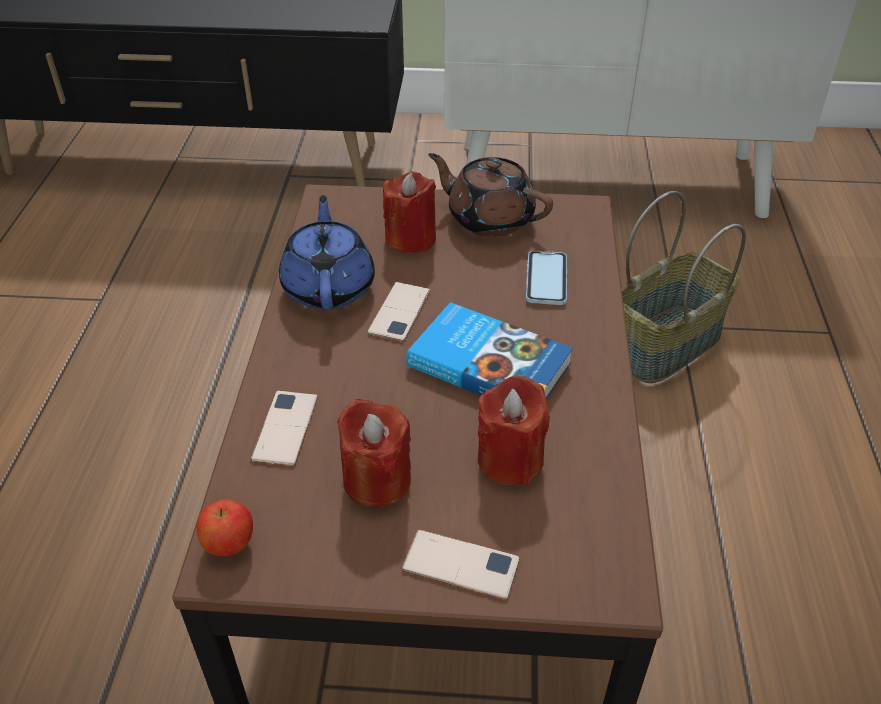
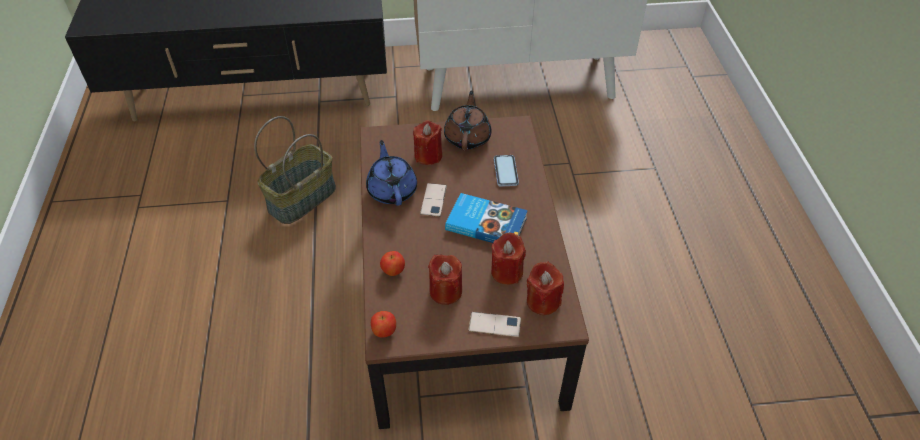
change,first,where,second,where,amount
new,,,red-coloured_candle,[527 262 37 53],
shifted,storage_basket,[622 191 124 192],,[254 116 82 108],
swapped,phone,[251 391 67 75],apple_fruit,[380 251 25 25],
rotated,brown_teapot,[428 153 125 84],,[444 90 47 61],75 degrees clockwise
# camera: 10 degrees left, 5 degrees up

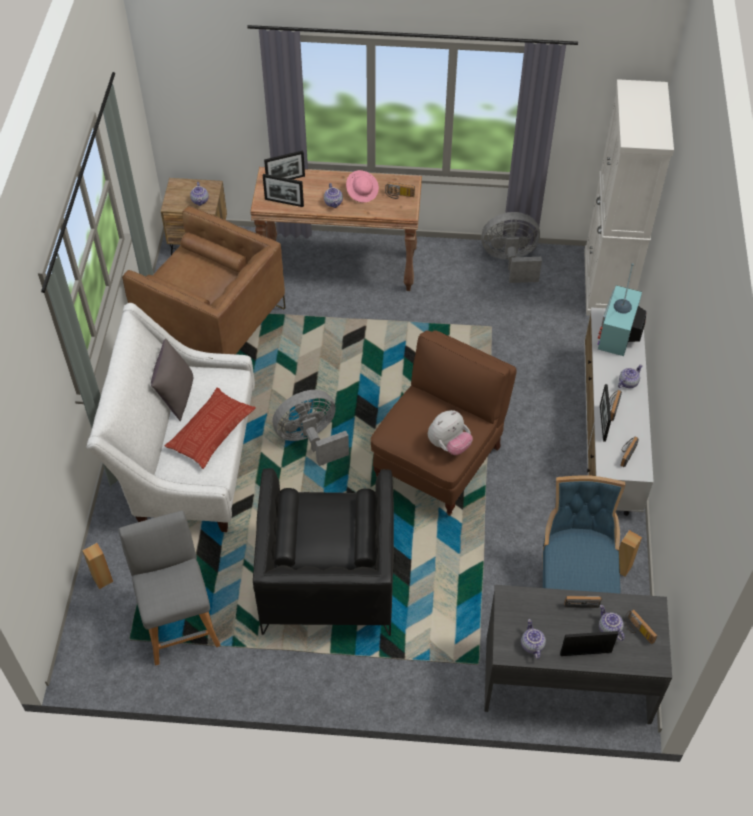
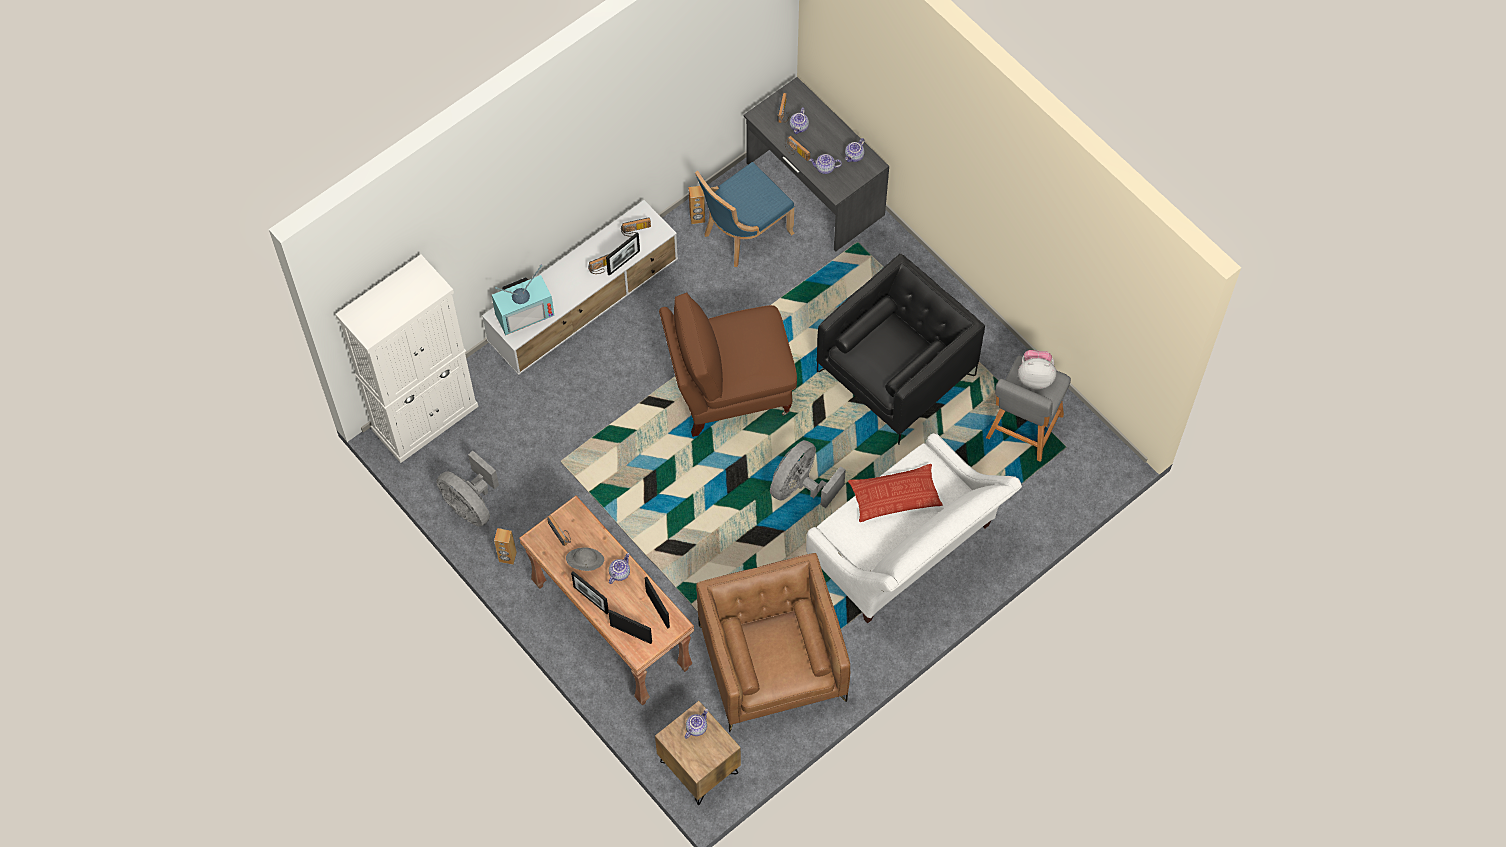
change,first,where,second,where,amount
gone,gray_pillow,[151 339 42 82],,,
shifted,brown_speaker,[82 543 31 46],,[494 528 23 37],
shifted,cuddly_toy,[428 410 45 45],,[1018 350 38 39],
shifted,standing_frame,[560 631 58 25],,[571 571 38 43],
shifted,teapot,[618 364 25 24],,[809 154 33 20],
repainted,pink_hat,[346 170 33 32],gray_hat,[566 547 38 24],
rotated,gray_cooling_fan,[273 390 76 76],,[770 440 76 68],105 degrees clockwise
# camera: 135 degrees left, 10 degrees up

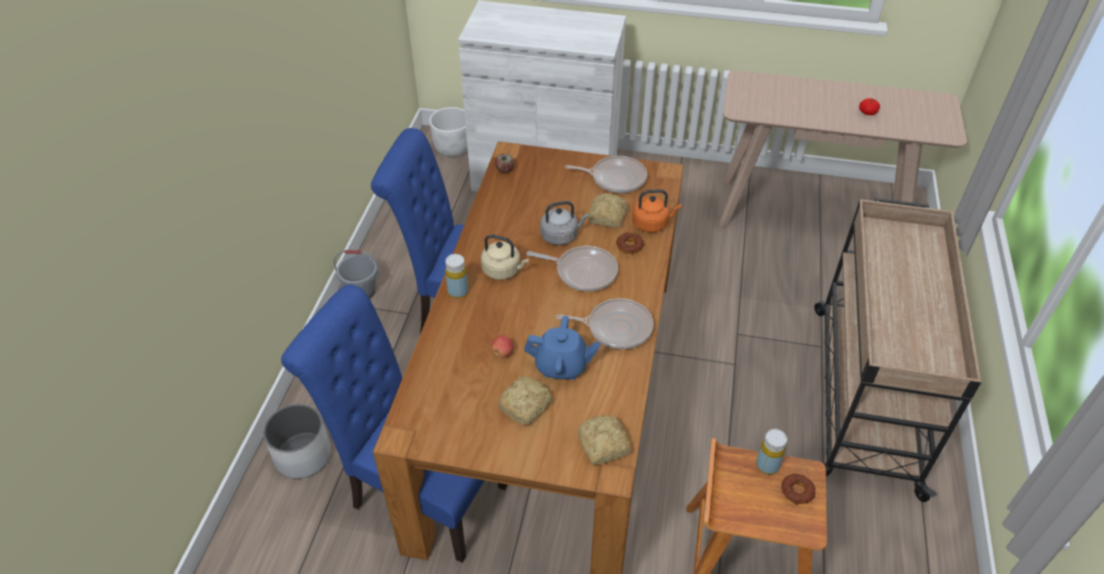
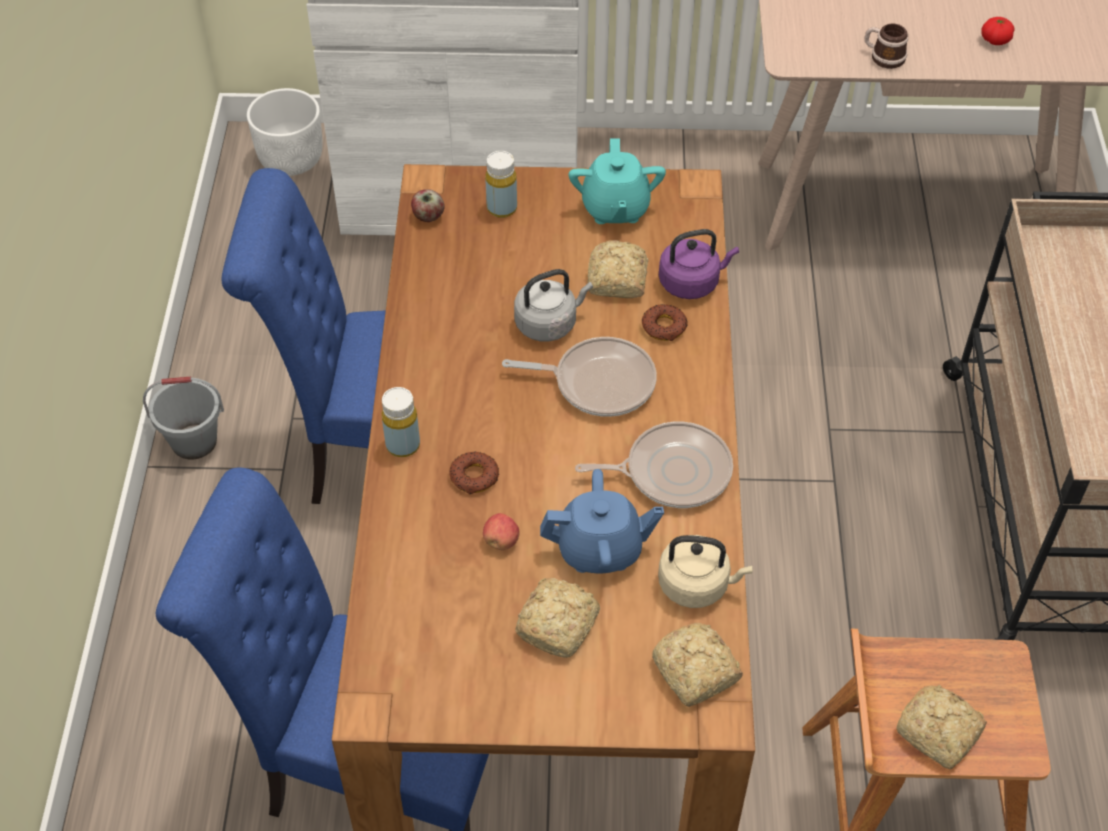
change,first,where,second,where,amount
gone,white_planter,[263 404 68 75],,,
new,,,mug,[865 24 43 45],
new,,,bread,[896 685 91 84],
shifted,beige-coloured_tea_kettle,[481 235 48 45],,[658 535 94 73],
shifted,yellow_beverage_bottle,[756 429 31 46],,[485 151 32 67],
shifted,donut,[781 474 34 31],,[449 451 50 43],
swapped,pan,[565 156 82 37],blue-green_teapot,[568 138 98 86],
repainted,orange-coloured_tea_kettle,[632 189 50 43],purple_tea_kettle,[659 229 80 70],
# camera: 10 degrees left, 5 degrees up

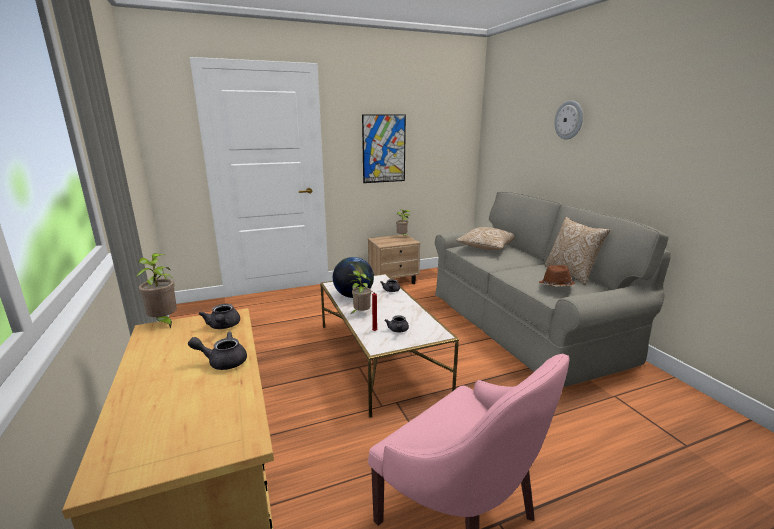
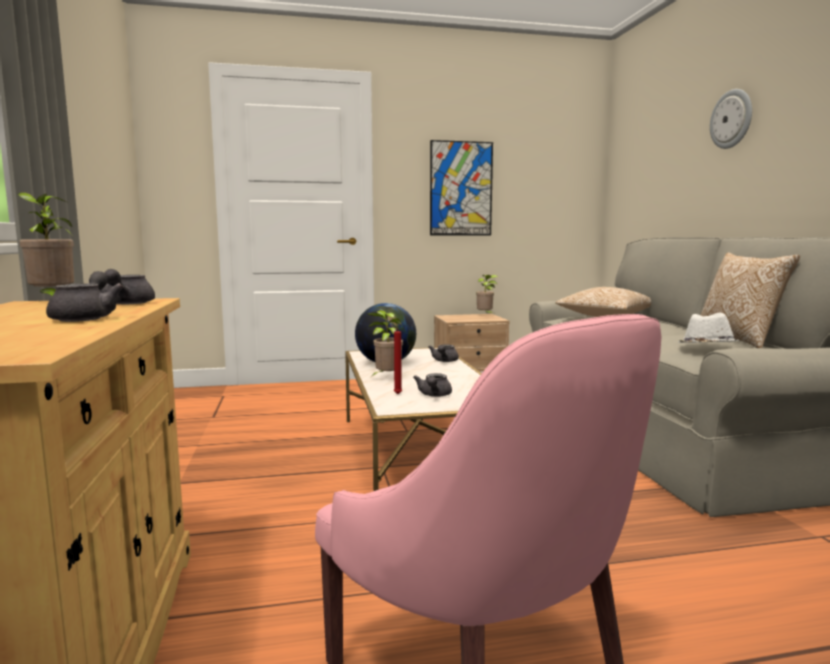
change,first,where,second,where,amount
repainted,brown_hat,[539 265 36 22],white_hat,[678 313 61 30],
rotated,gray_teapot,[188 331 59 39],,[46 271 78 51],75 degrees clockwise
# camera: 10 degrees right, 10 degrees down

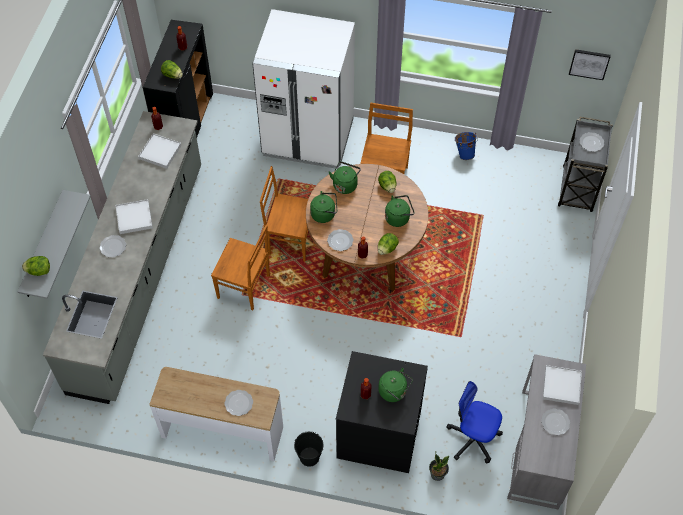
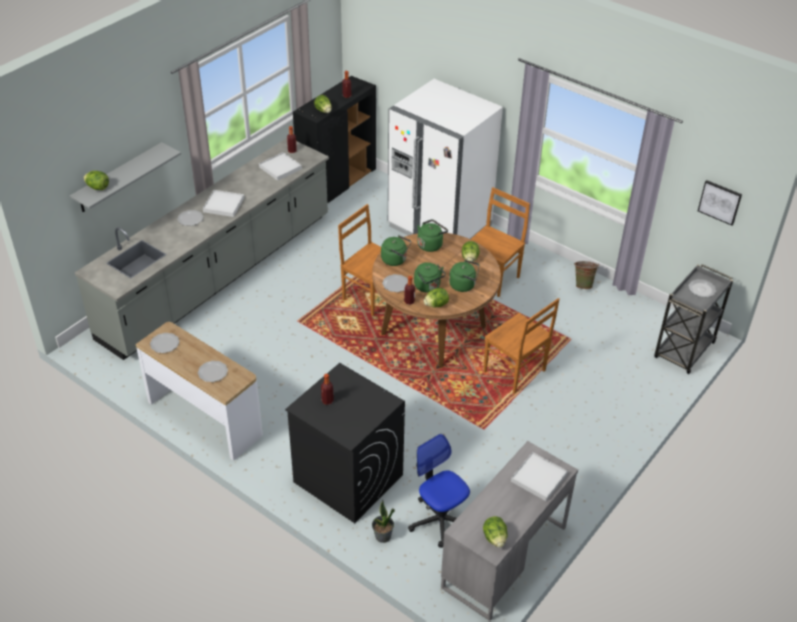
change,first,where,second,where,amount
gone,black_pail,[294 431 29 36],,,
new,,,lettuce_head,[483 516 25 32],
shifted,brown_chair,[211 224 59 86],,[483 298 77 96],
shifted,greenish_tea_kettle,[378 368 35 34],,[414 262 32 31],
shifted,flat_dish,[541 408 29 27],,[150 333 29 20],
repainted,blue-coloured_pail,[455 132 23 28],greenish_pail,[574 261 25 28],
# camera: 25 degrees right, 15 degrees down

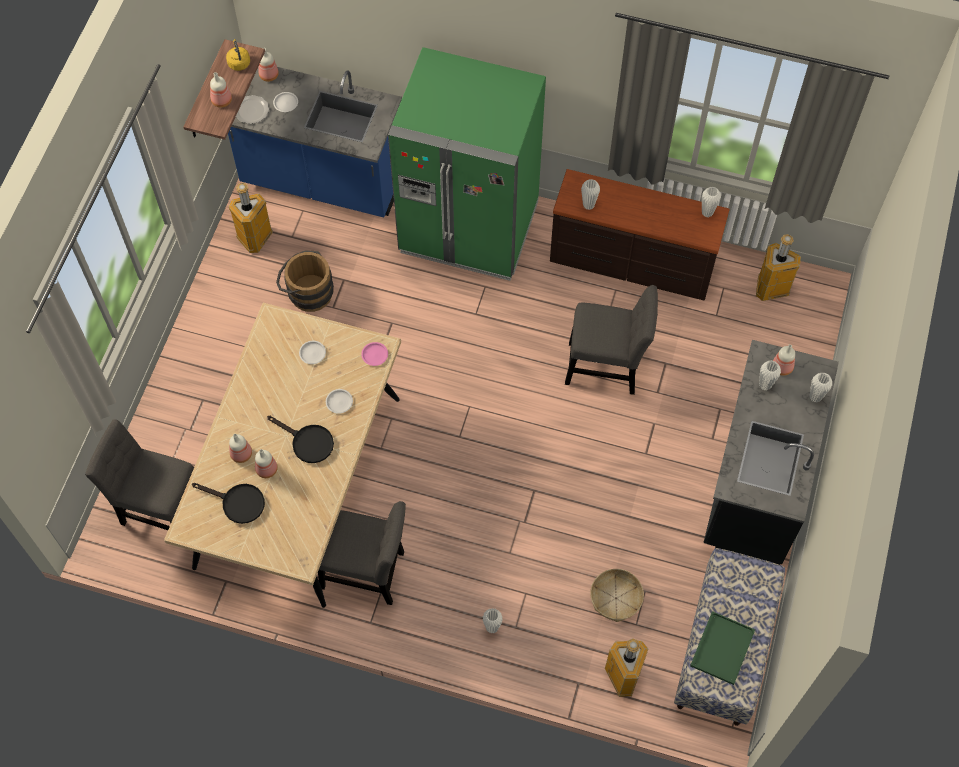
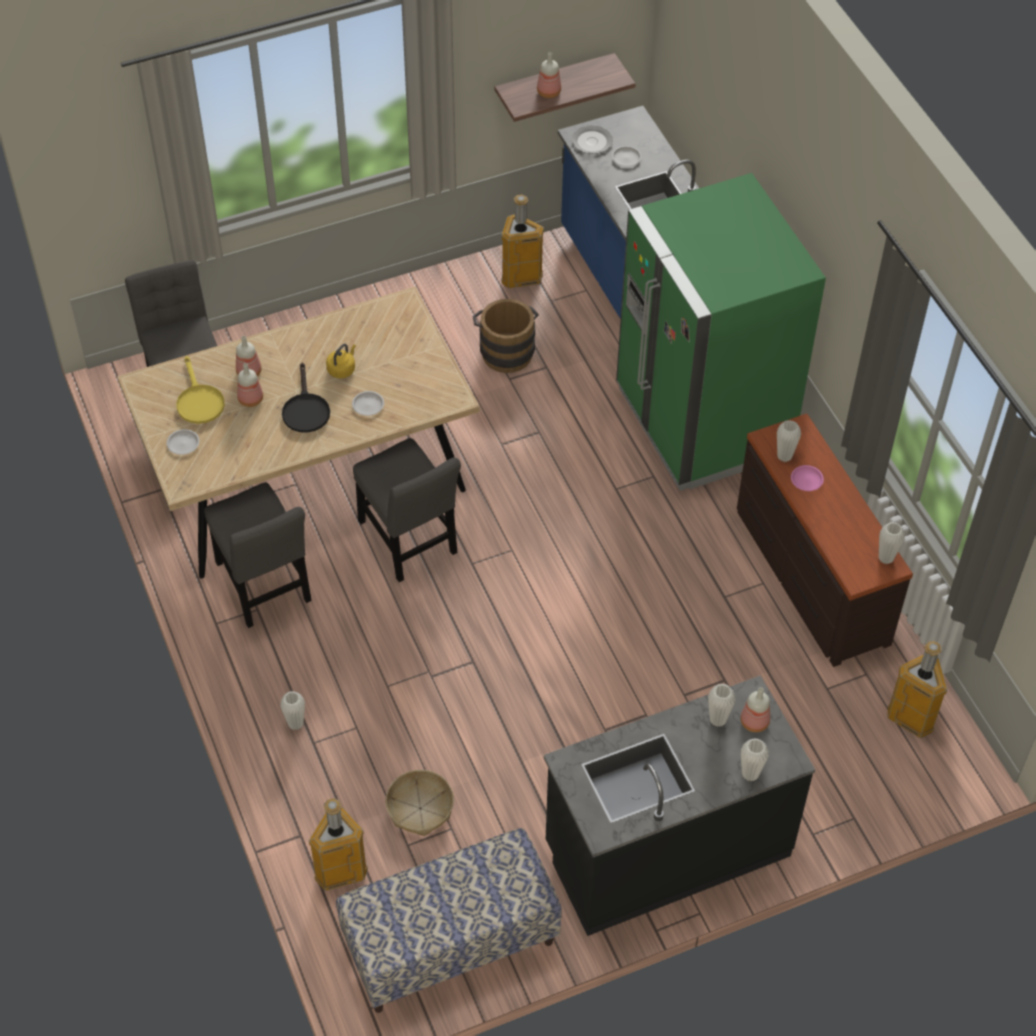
change,first,where,second,where,amount
gone,beverage_bottle,[258 48 21 34],,,
gone,greenish_tray,[690 611 65 74],,,
shifted,yellow_tea_kettle,[226 39 24 32],,[326 344 30 35],
shifted,white_flat_dish,[299 341 27 23],,[167 429 33 26],
shifted,pink_flat_dish,[361 342 27 24],,[791 465 33 26],
shifted,gray_chair,[565 285 93 110],,[353 438 108 144],
repainted,black_pan,[192 483 73 41],yellow_pan,[176 356 49 68],
# camera: 50 degrees right, 10 degrees down

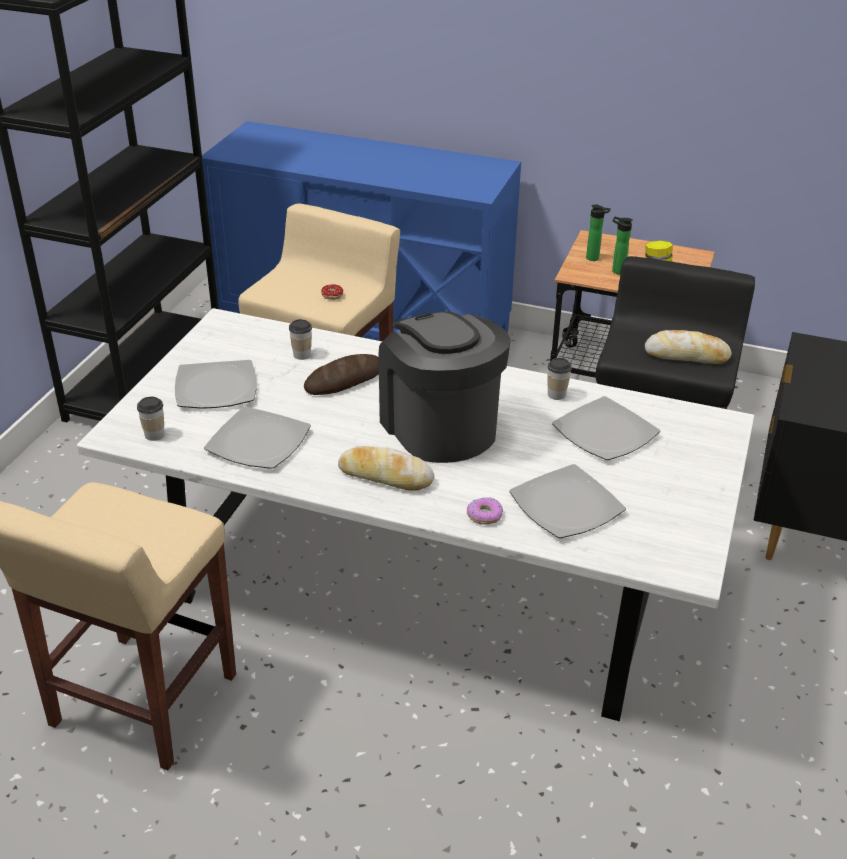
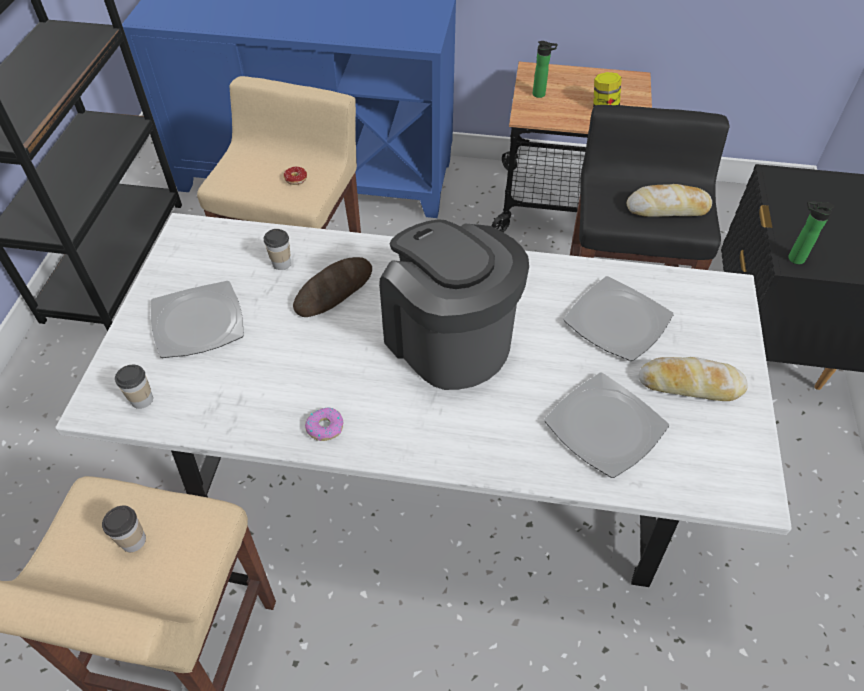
change,first,where,second,where,amount
gone,flat_dish,[204 406 107 63],,,
shifted,bread,[338 446 96 44],,[639 357 109 44],
shifted,donut,[467 497 36 28],,[305 408 39 33],
shifted,cup,[547 358 25 42],,[102 506 44 46],
shifted,beverage_bottle,[612 217 21 57],,[788 201 47 63],
# camera: 10 degrees left, 15 degrees up

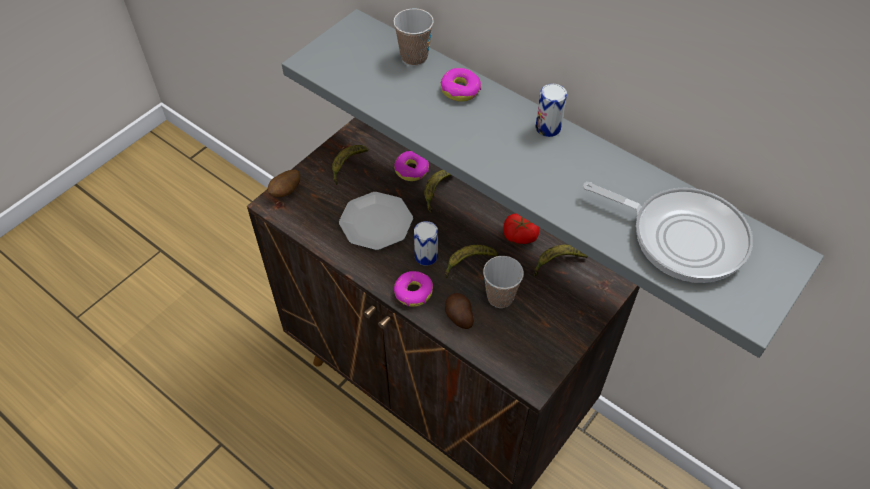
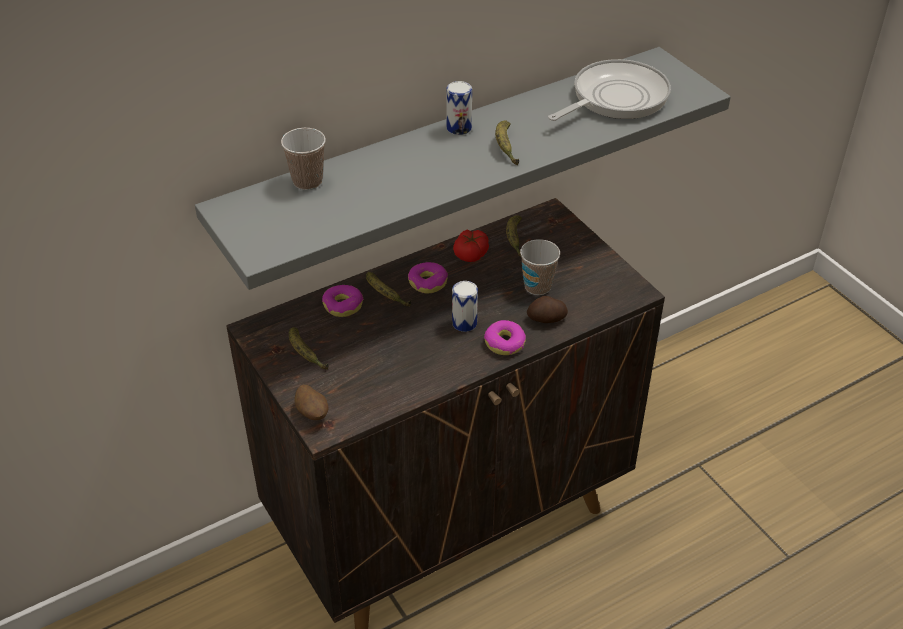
change,first,where,second,where,amount
gone,flat_dish,[339 192 74 58],,,
shifted,donut,[441 68 40 34],,[408 262 40 31],
shifted,banana_fruit,[445 245 53 33],,[495 120 24 45],
# camera: 70 degrees left, 10 degrees down

